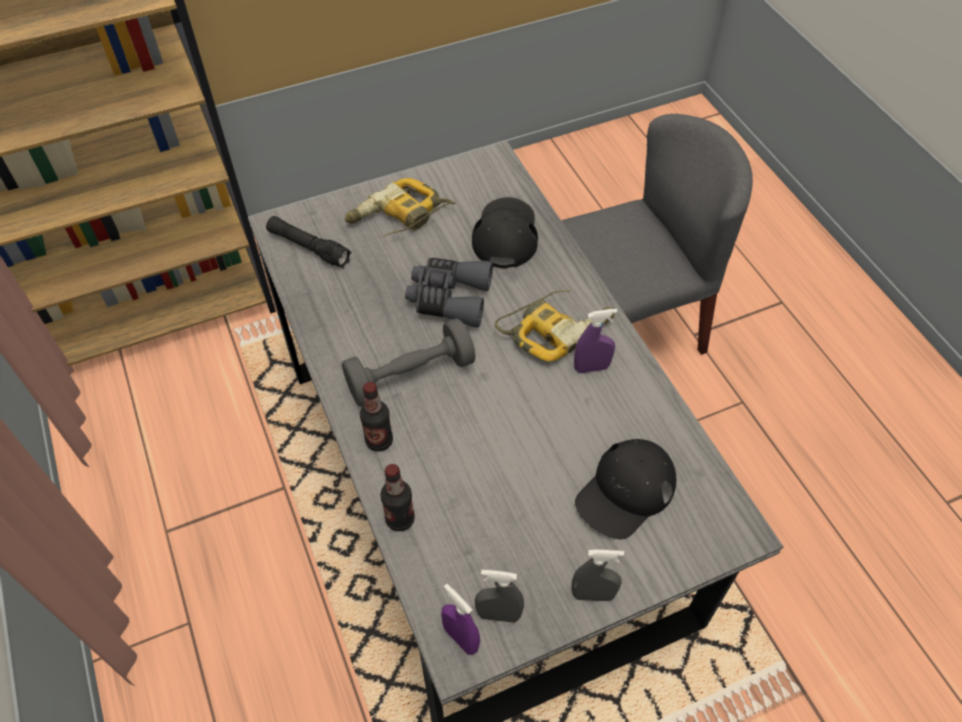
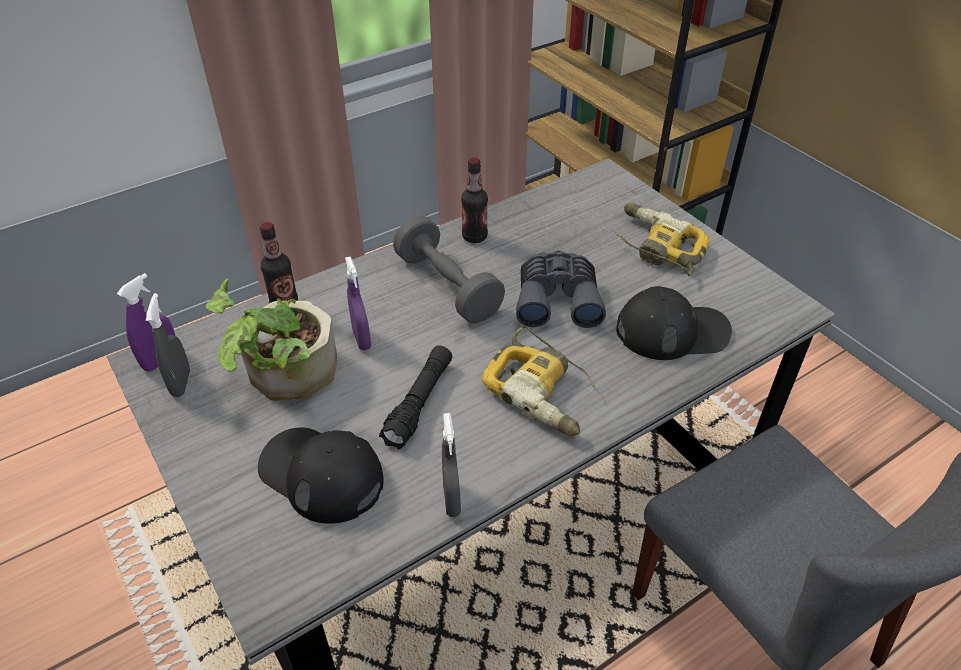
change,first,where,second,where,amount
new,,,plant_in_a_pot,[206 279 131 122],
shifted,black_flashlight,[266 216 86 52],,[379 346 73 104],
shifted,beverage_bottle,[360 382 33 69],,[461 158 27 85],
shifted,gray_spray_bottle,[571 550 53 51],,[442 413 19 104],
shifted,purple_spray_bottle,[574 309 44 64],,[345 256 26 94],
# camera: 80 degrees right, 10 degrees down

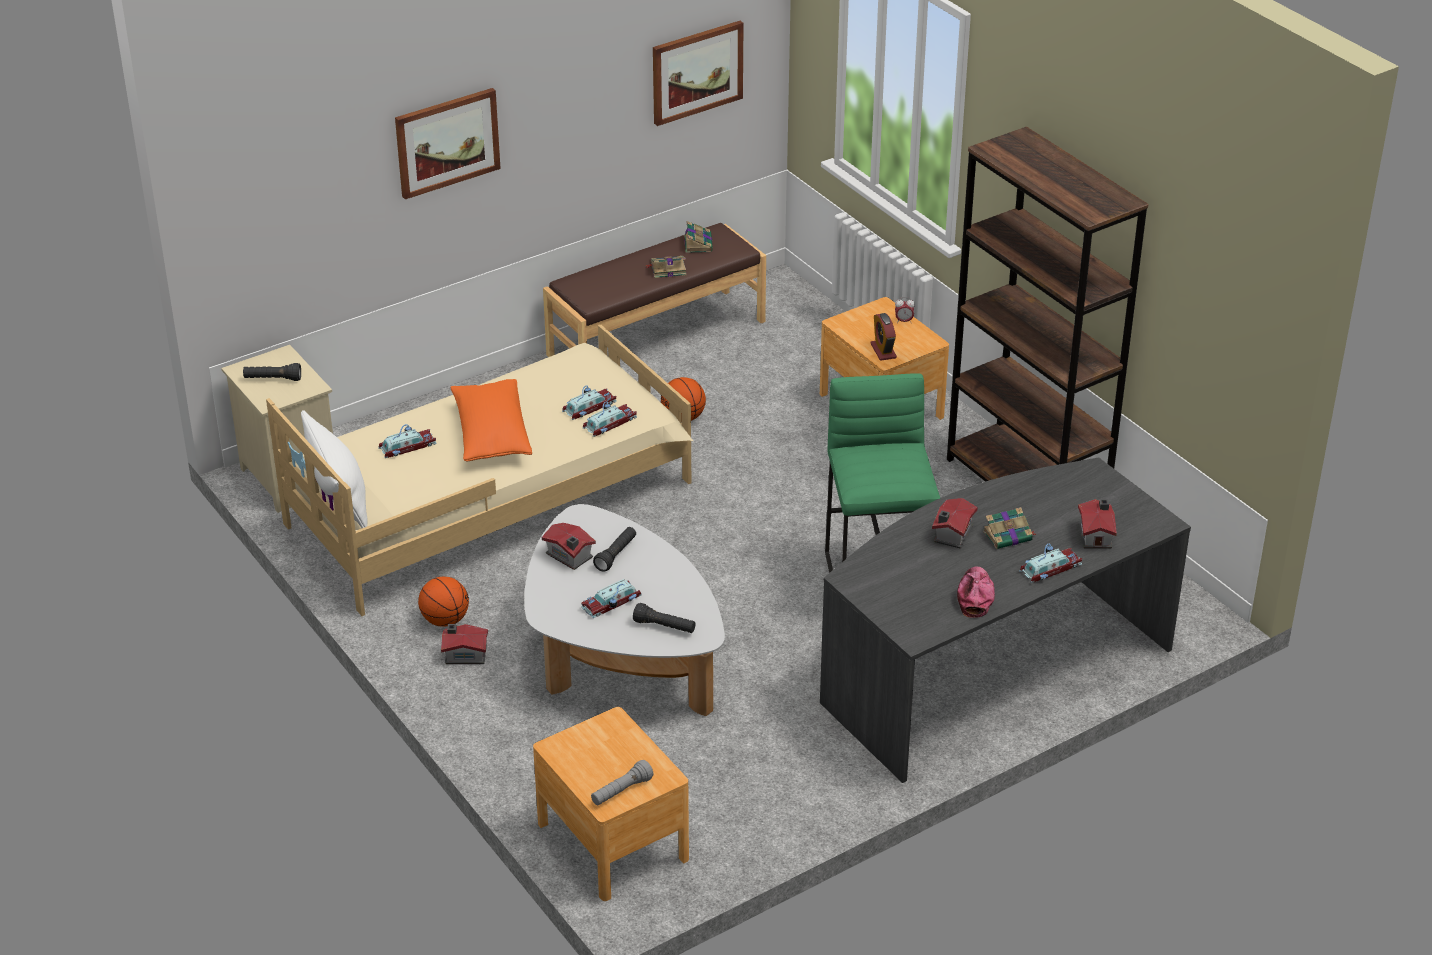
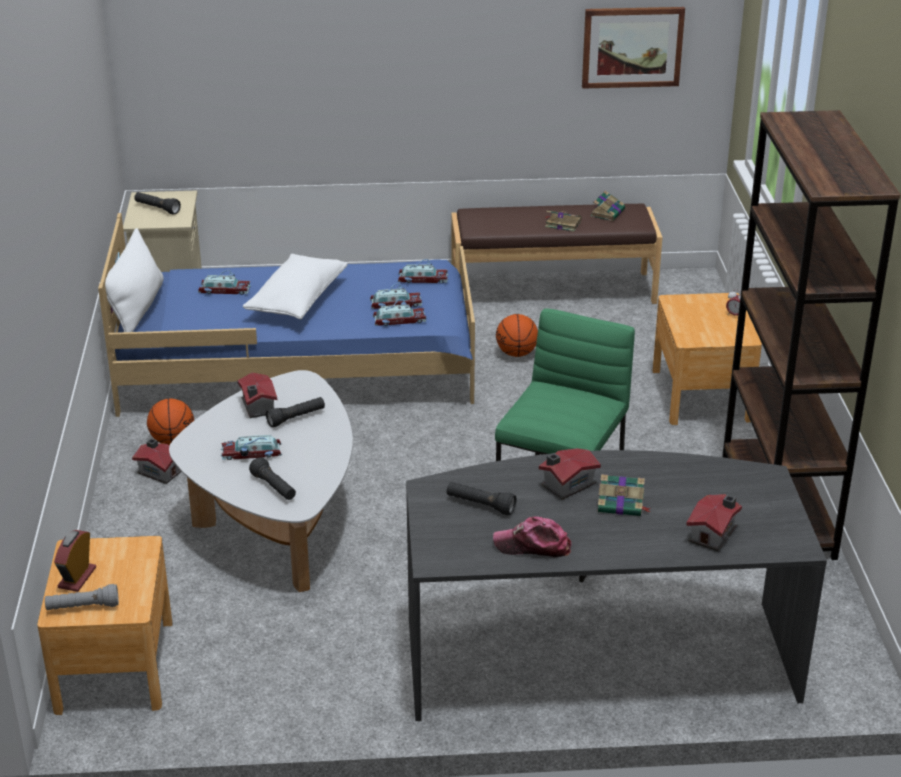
change,first,where,second,where,amount
gone,picture,[395 88 106 111],,,
new,,,black_flashlight,[447 482 70 33],
shifted,alarm_clock,[870 313 27 48],,[54 530 42 62],
shifted,toy_car,[1020 543 62 40],,[398 259 50 24],
repainted,beige-coloured_sleeping_bed,[266 325 427 291],blue-coloured_sleeping_bed,[98 213 377 204],
repainted,orange-coloured_pillow,[450 379 82 82],white_pillow,[243 254 104 65],
rotated,baseball_cap,[957 566 38 52],,[493 517 79 40],120 degrees counterclockwise
# camera: 30 degrees right, 5 degrees down

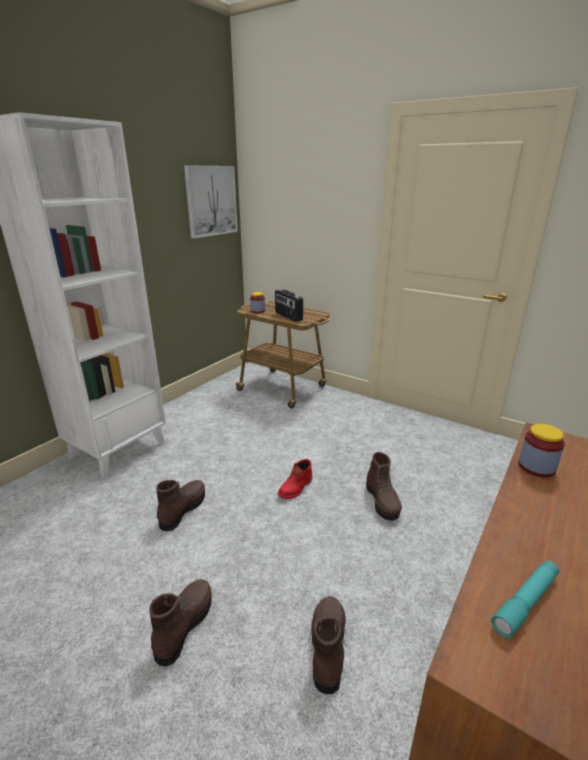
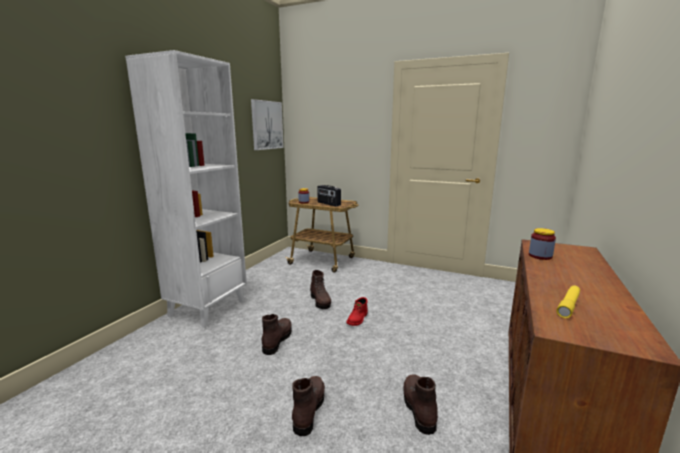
change,first,where,second,where,amount
shifted,brown_high-top_boot,[366 452 36 69],,[310 270 21 39],
repainted,blue-green_flashlight,[491 561 68 77],yellow_flashlight,[557 286 23 32],
# camera: 10 degrees left, 10 degrees down

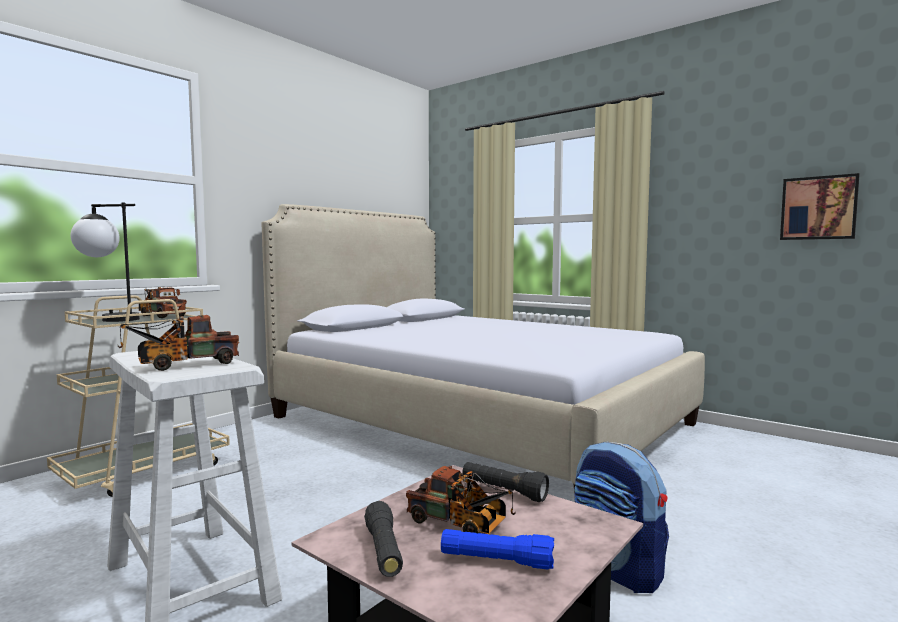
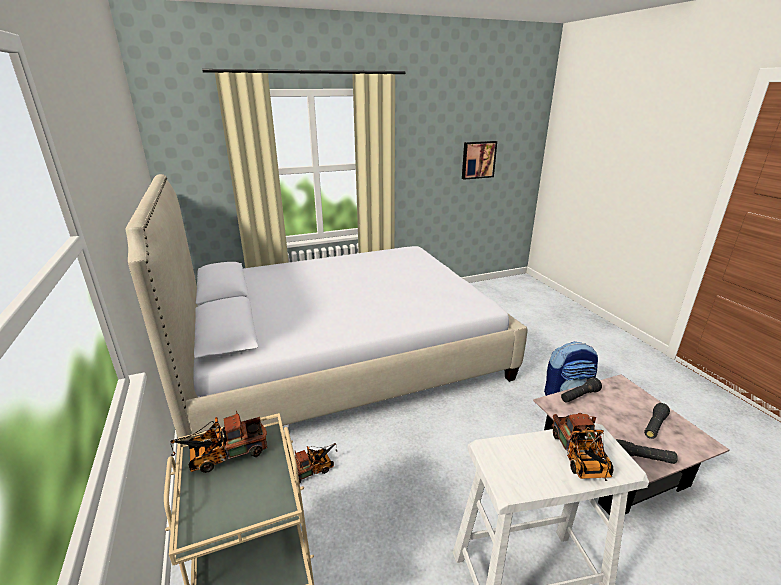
change,first,where,second,where,amount
gone,tabletop_lamp,[71 202 69 120],,,
shifted,toy_truck,[406 466 110 68],,[292 443 46 40],
repainted,blue-coloured_flashlight,[441 529 113 41],black_flashlight,[644 403 26 36],
# camera: 60 degrees left, 20 degrees up

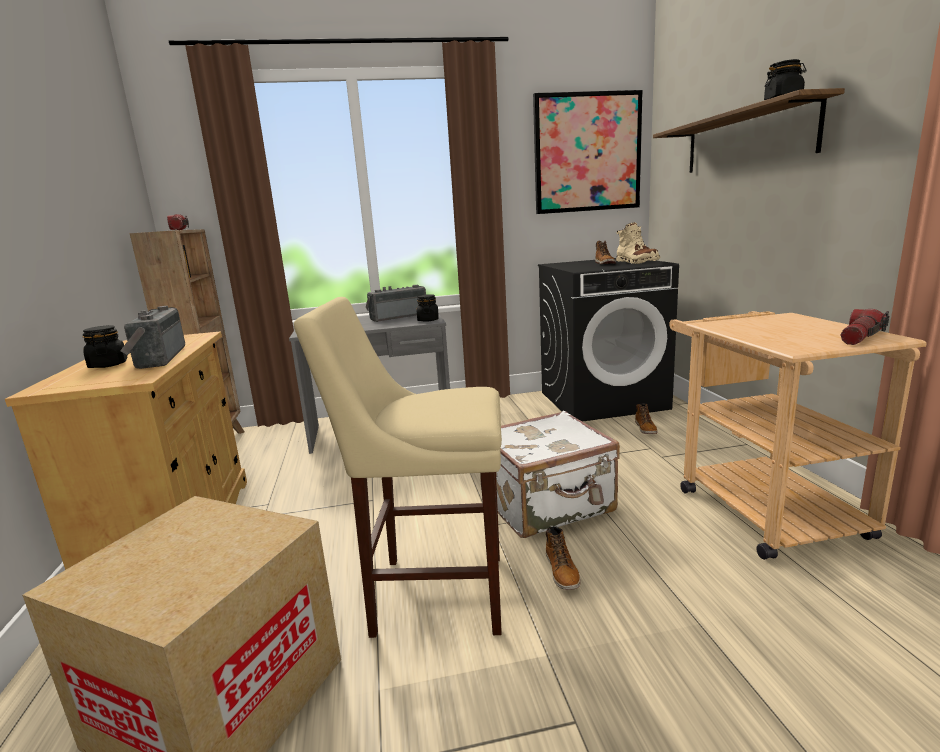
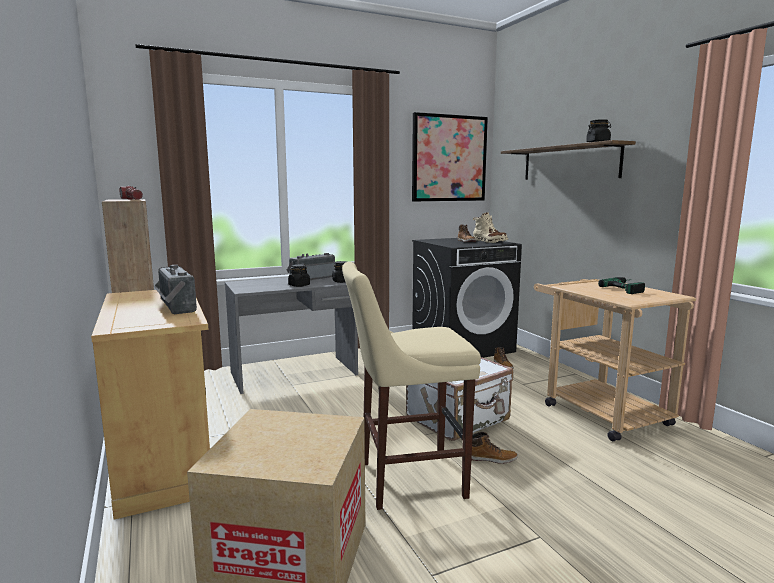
change,first,where,second,where,amount
gone,flashlight,[841 309 48 36],,,
new,,,power_drill,[598 277 47 17],
shifted,black_jar,[83 325 44 43],,[288 264 22 23],
rotated,high-top_boot,[546 526 35 64],,[471 432 47 32],60 degrees counterclockwise
# camera: 15 degrees left, 5 degrees down

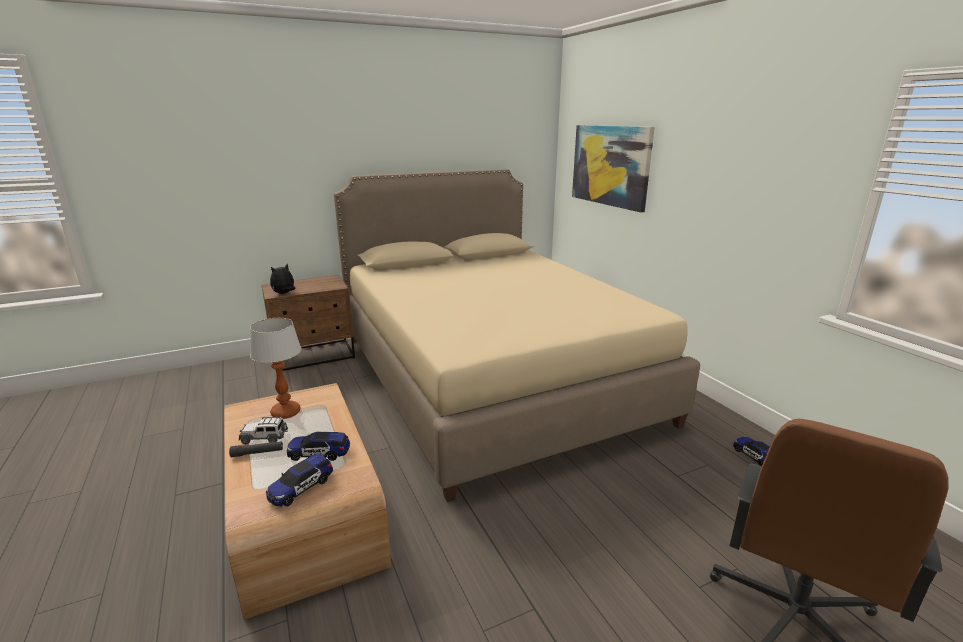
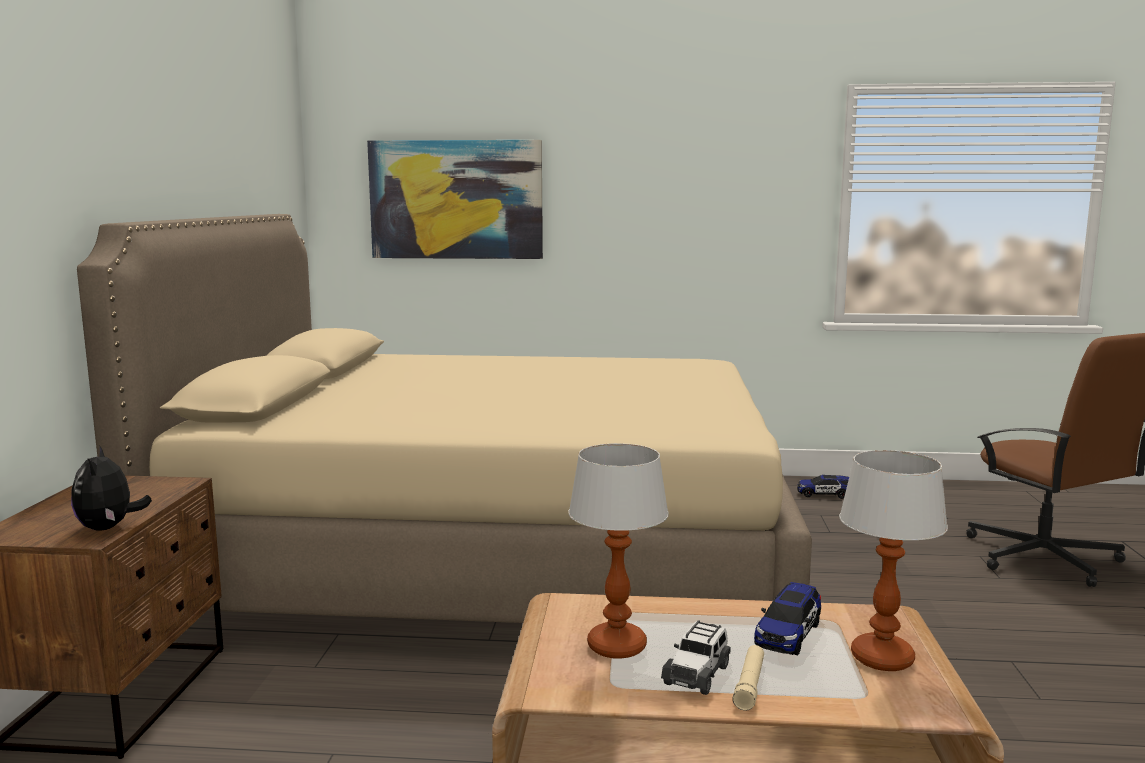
change,first,where,second,where,amount
swapped,toy_car,[266 453 67 53],tabletop_lamp,[839 450 109 221],
repainted,black_flashlight,[229 441 54 16],beige-coloured_flashlight,[733 645 31 66],
# camera: 60 degrees left, 10 degrees down

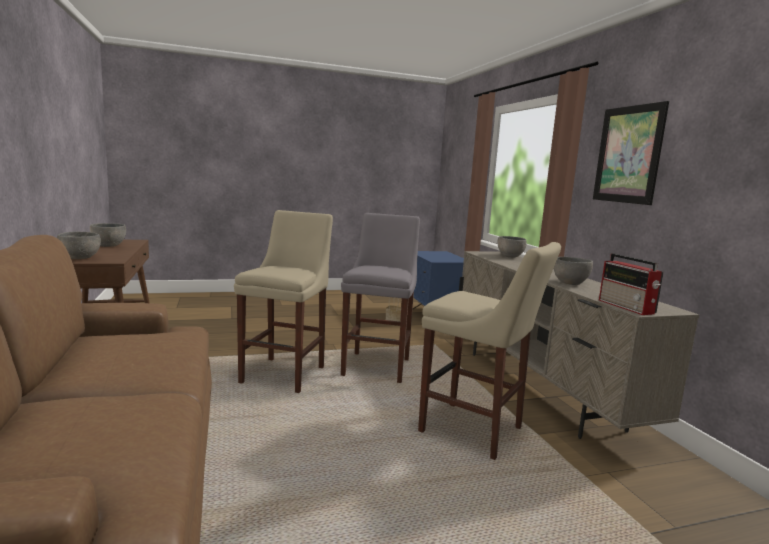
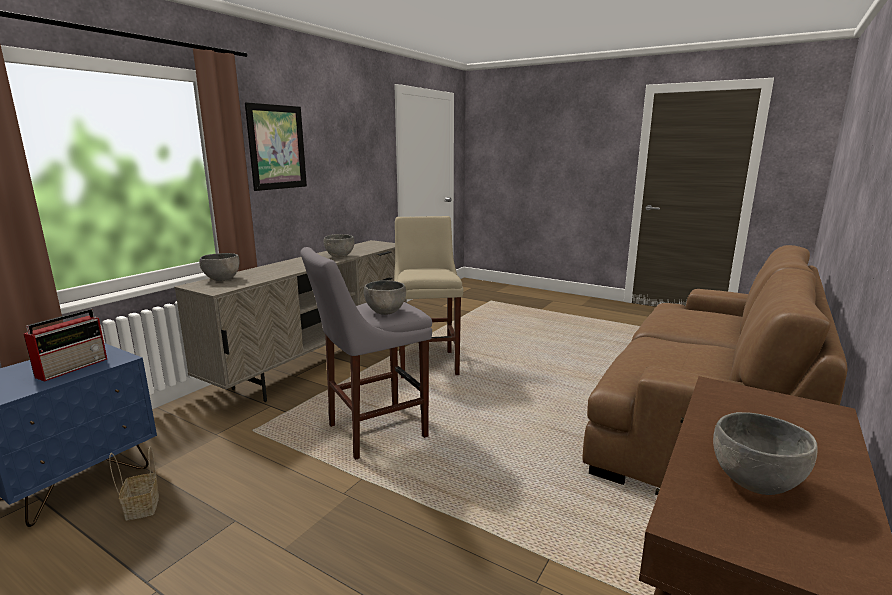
change,first,where,second,where,amount
gone,beige-coloured_sitting_stool,[234 210 99 183],,,
shifted,gray_bowl,[57 231 44 28],,[364 280 42 35],
shifted,radio,[599 253 65 62],,[23 309 84 73],
# camera: 130 degrees left, 5 degrees up

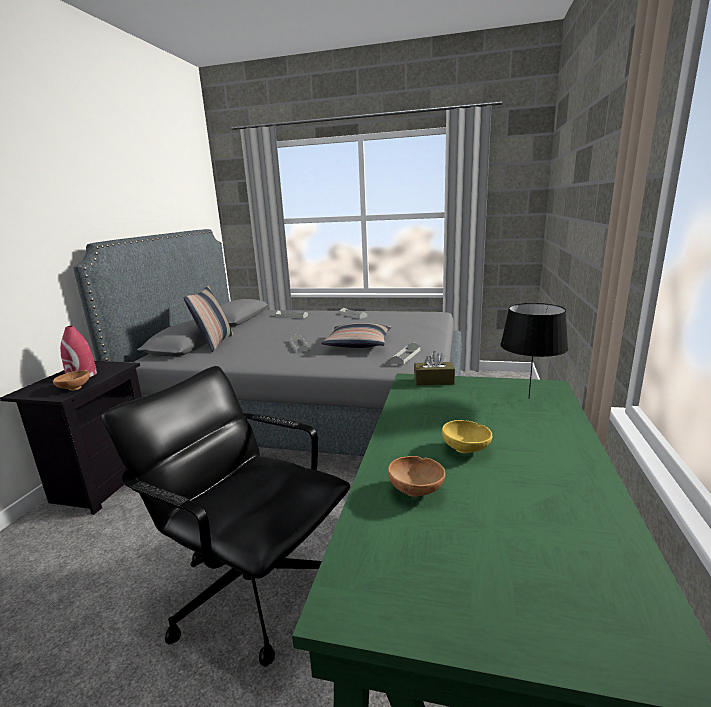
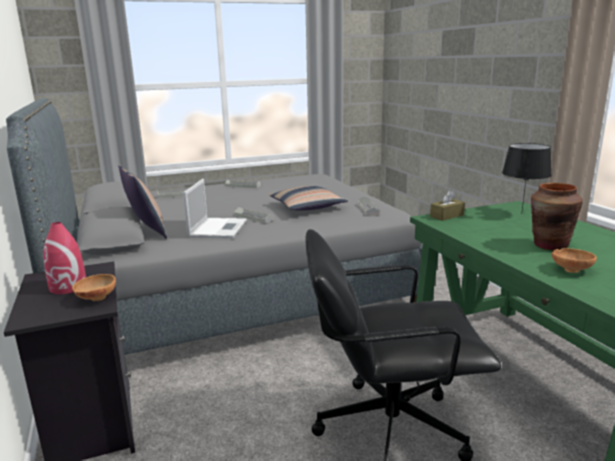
change,first,where,second,where,amount
new,,,portable_computer,[183 179 64 60],
swapped,yellow_bowl,[442 420 50 33],brown_decorative_vase,[531 183 52 67],
# camera: 35 degrees left, 0 degrees up

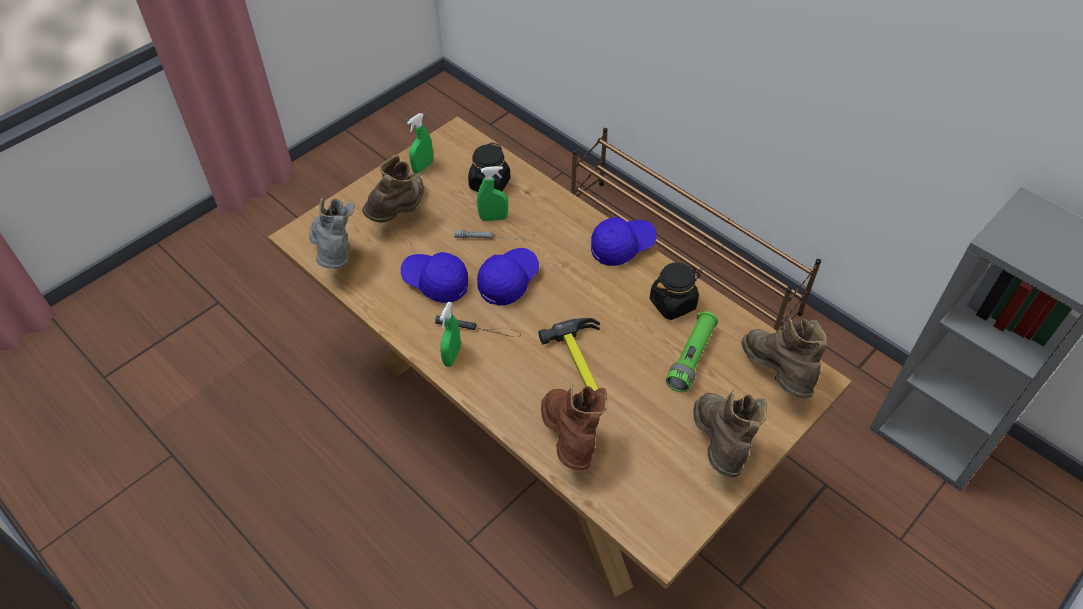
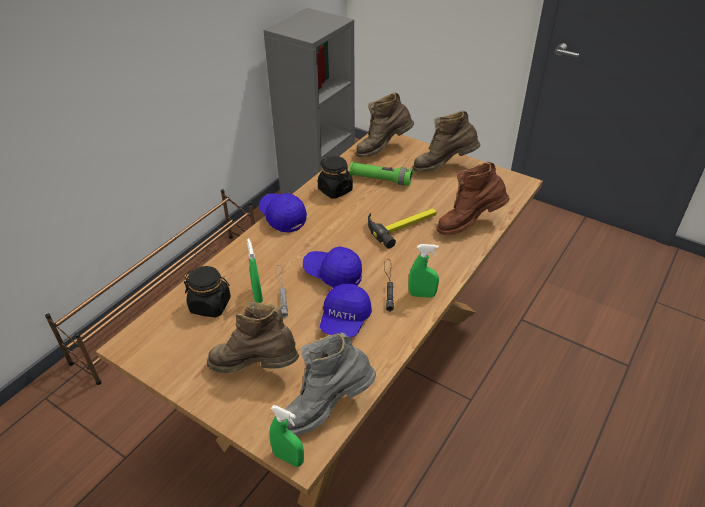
change,first,where,second,where,amount
shifted,greenish_spray_bottle,[407 113 26 60],,[269 405 35 62],
# camera: 100 degrees left, 10 degrees down

